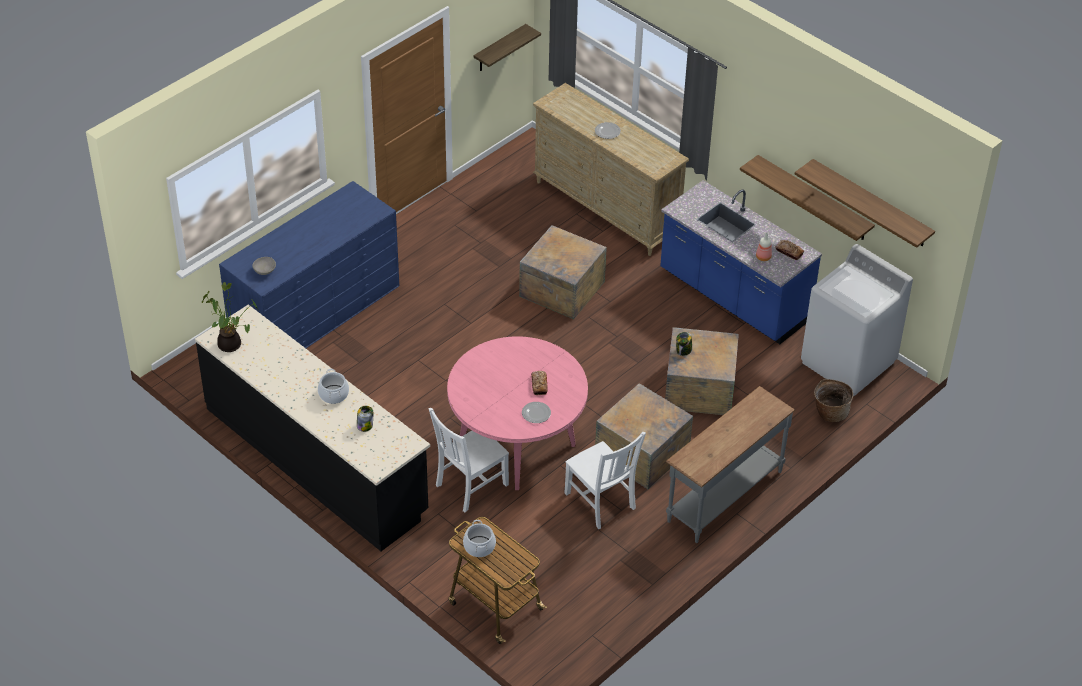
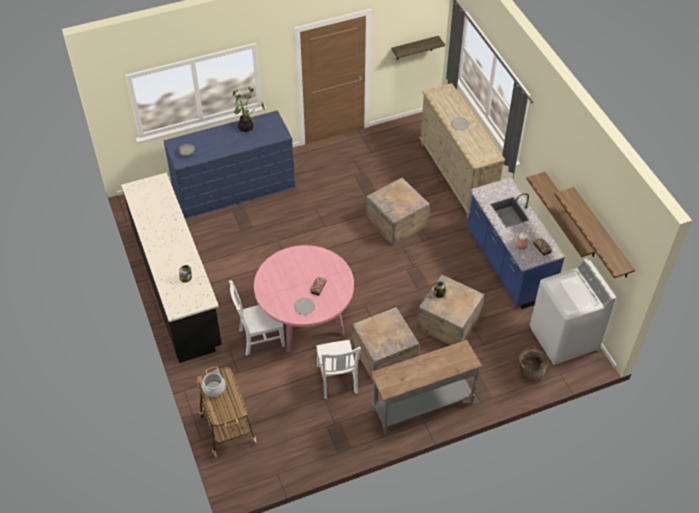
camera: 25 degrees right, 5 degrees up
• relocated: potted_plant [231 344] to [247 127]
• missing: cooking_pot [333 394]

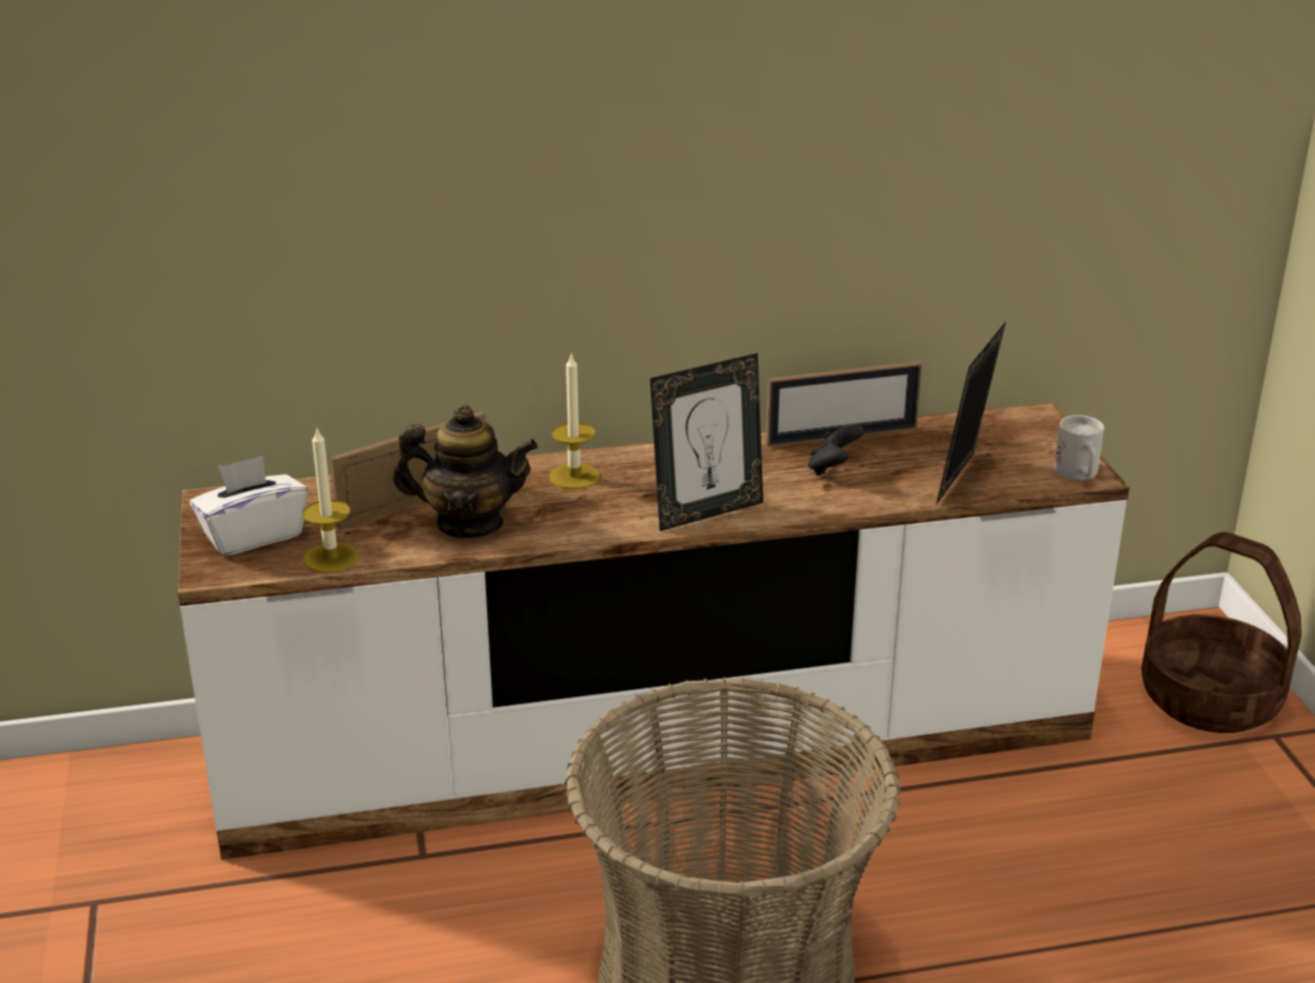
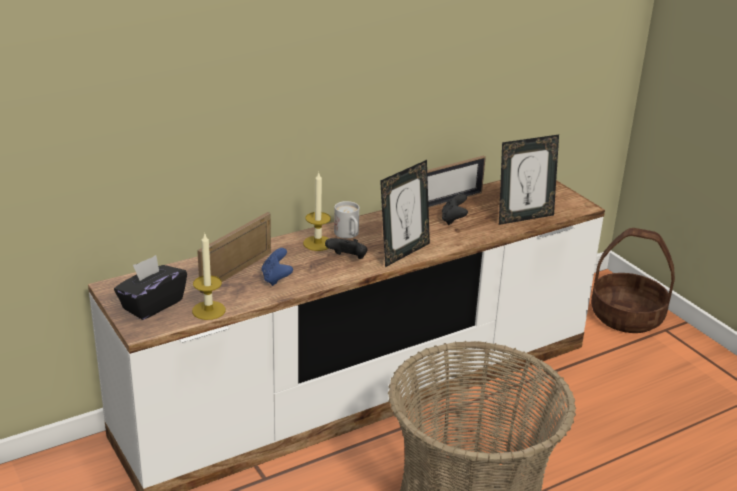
camera: 20 degrees left, 0 degrees up
• spun: picture_frame [964 481] = [524 217] 120 degrees counterclockwise
• exchanged: teapot [469 524] to blue_game_controller [276 278]
• relocated: white_mug [1079 474] to [348 235]
• colour: white_tissue_box [253 535] to black_tissue_box [152 304]
• appeared: black_game_controller [347 259]

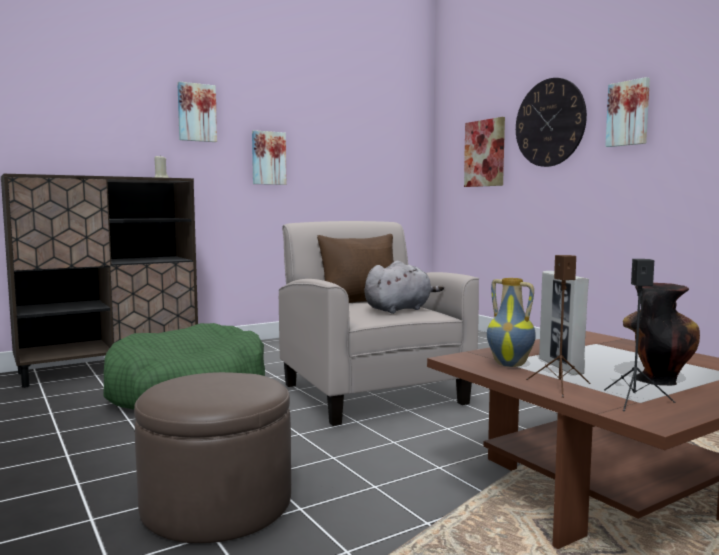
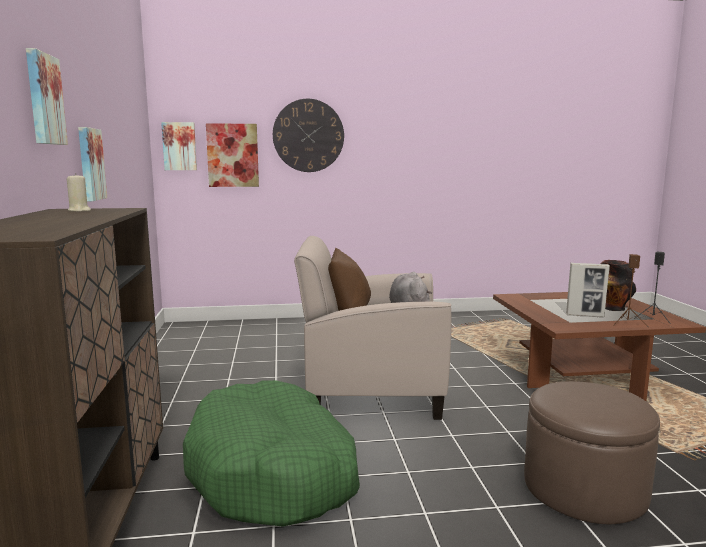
camera: 65 degrees left, 5 degrees up
• relocated: picture [628 113] to [179 146]
• missing: vase [510 364]

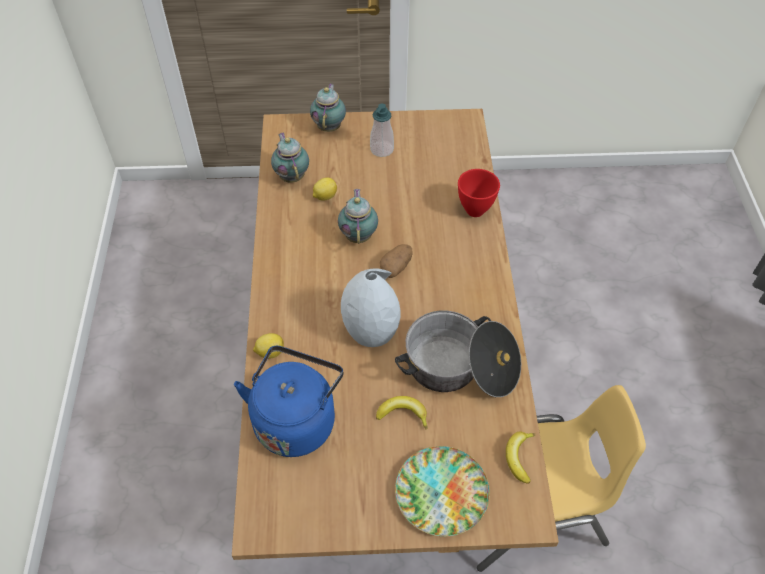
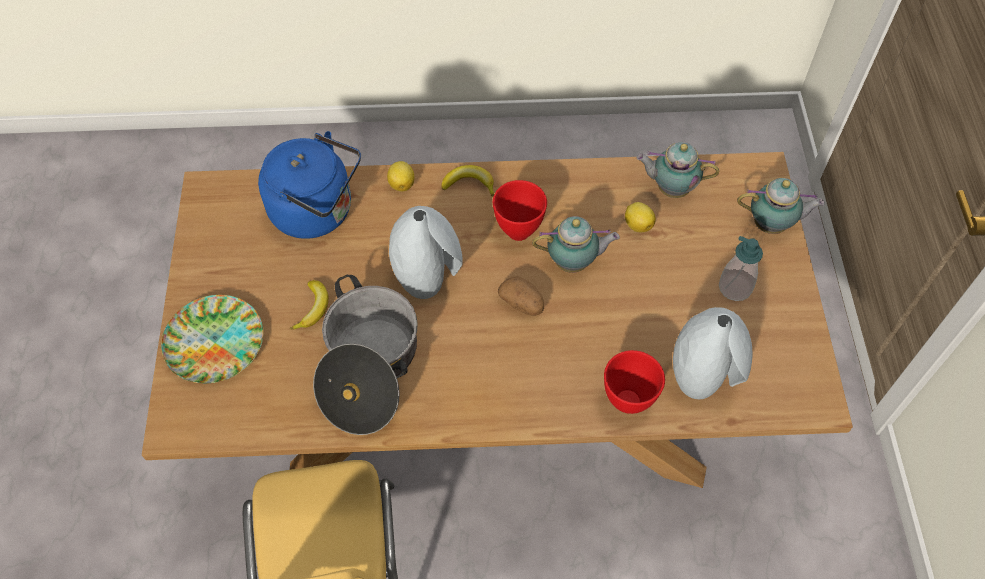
camera: 90 degrees right, 5 degrees up
• spun: teapot [292 176] = [670 188] 150 degrees counterclockwise
• relocated: banana [519 457] to [469 184]
• appeared: red_bowl [520 231]
• appeared: grey_vase [704 376]

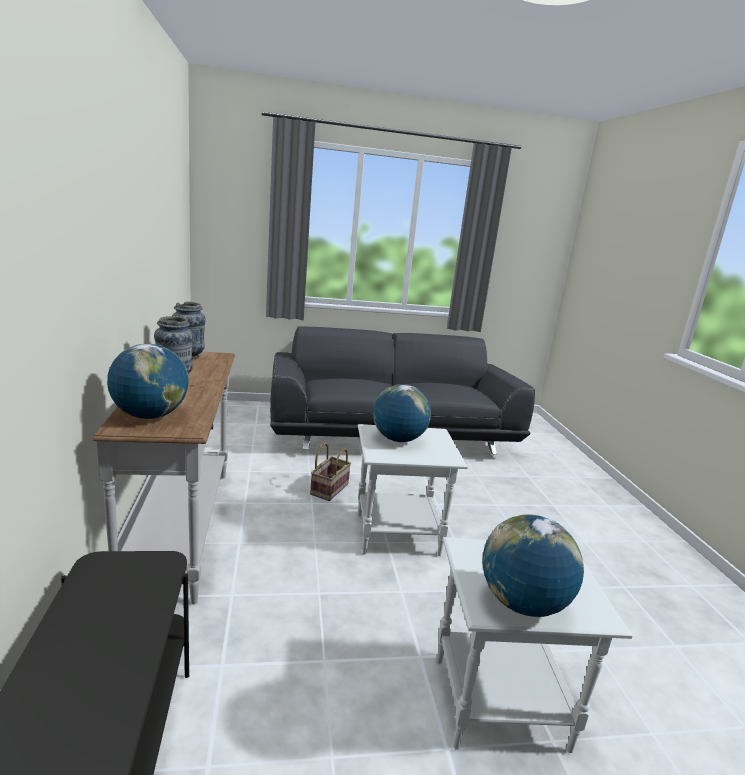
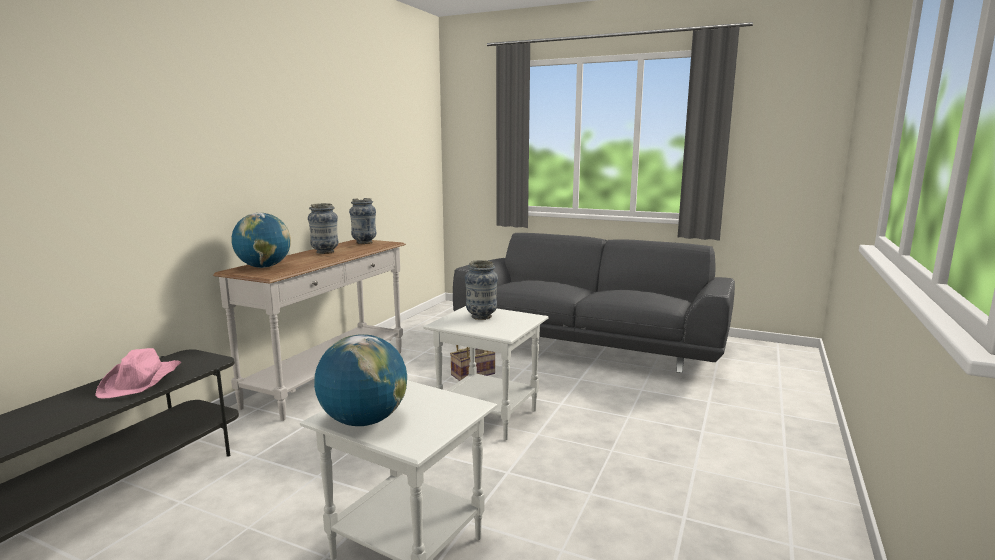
camera: 35 degrees right, 5 degrees down
• exchanged: globe [398 439] to vase [481 317]
• appeared: pink_hat [142 381]

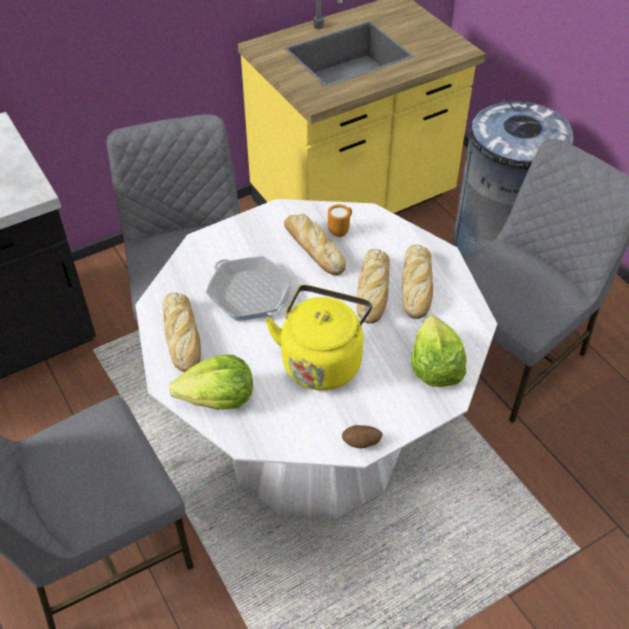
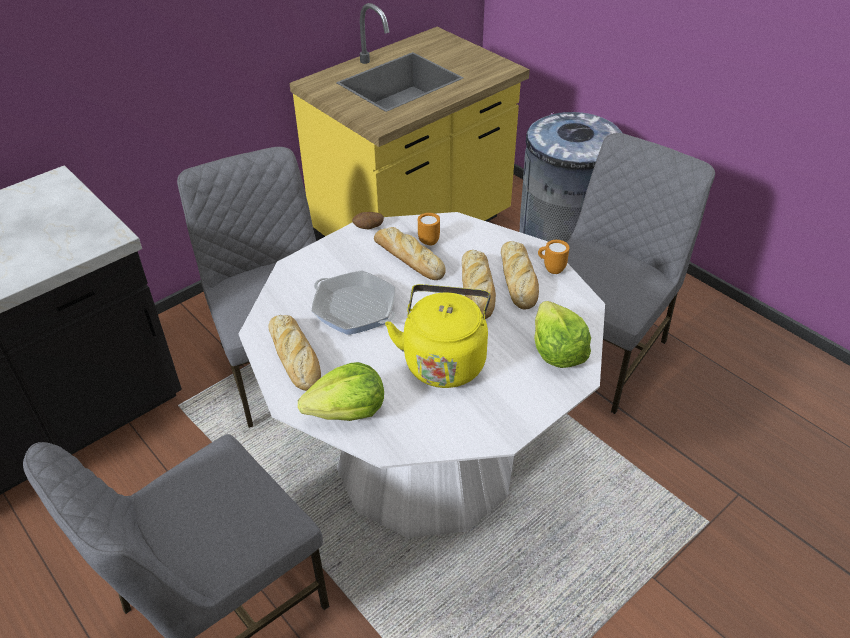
camera: 10 degrees left, 5 degrees down
• relocated: potato [361 443] to [368 228]
• appeared: orange_mug [551 269]

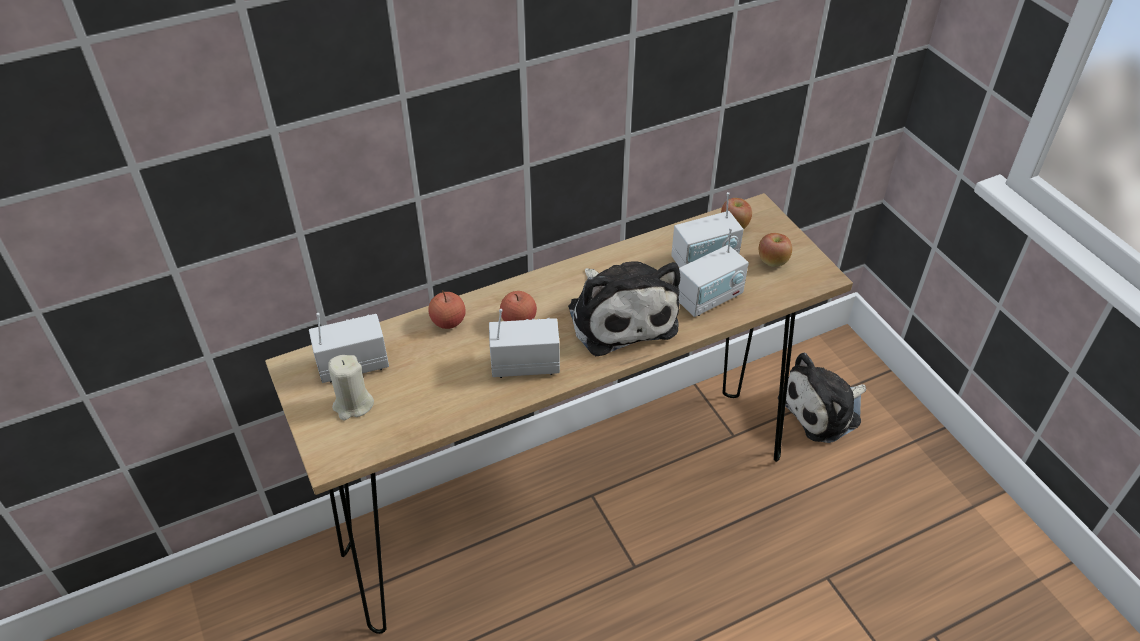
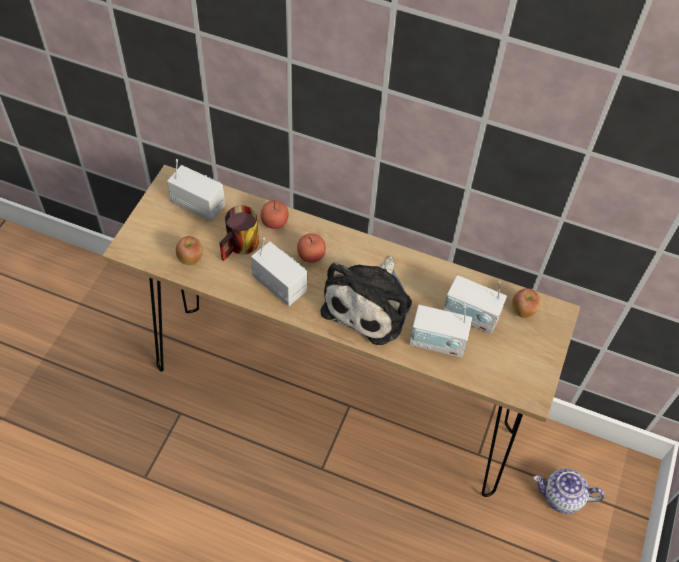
camera: 45 degrees right, 10 degrees up
• relocated: apple [772 261] to [191 258]
• exchanged: plush_toy [824 410] to teapot [561 497]
• missing: beige_candle [353 404]
• appeared: mug [241 247]

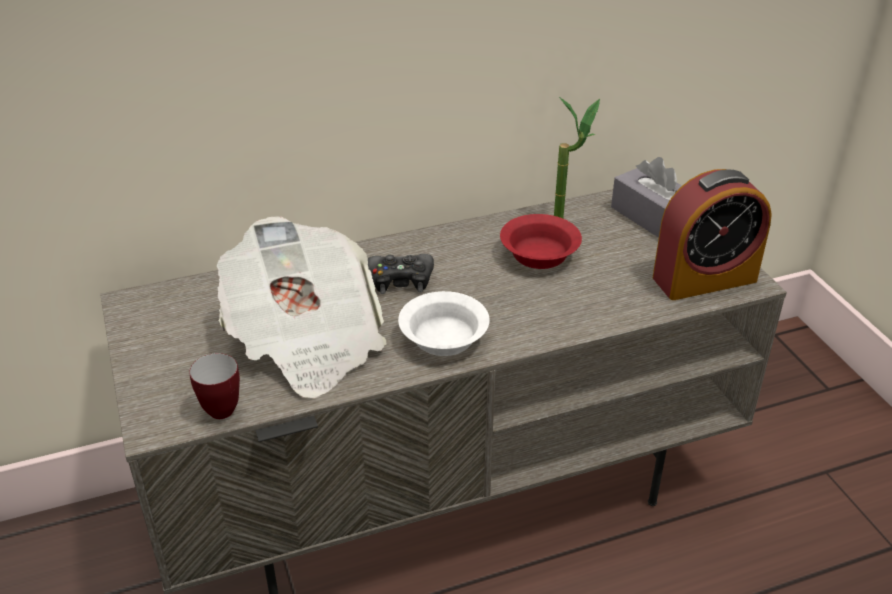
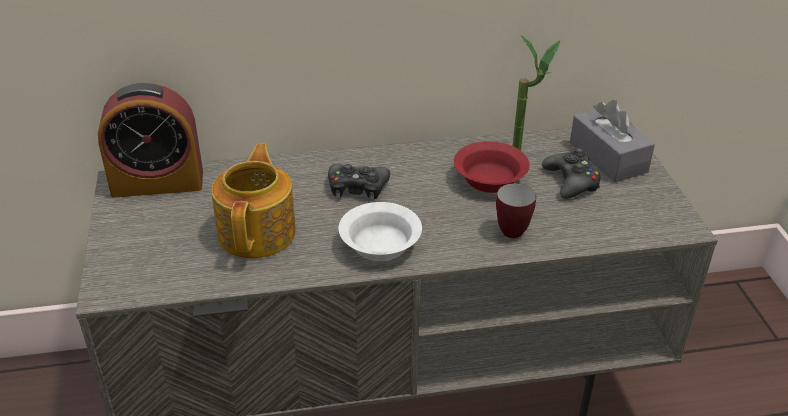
camera: 10 degrees right, 0 degrees up
• relocated: alarm_clock [704 279] to [157 183]
• exchanged: newspaper [306 340] to teapot [258 232]
• relocated: mug [221 406] to [511 229]
• appeared: black_game_controller [571 182]

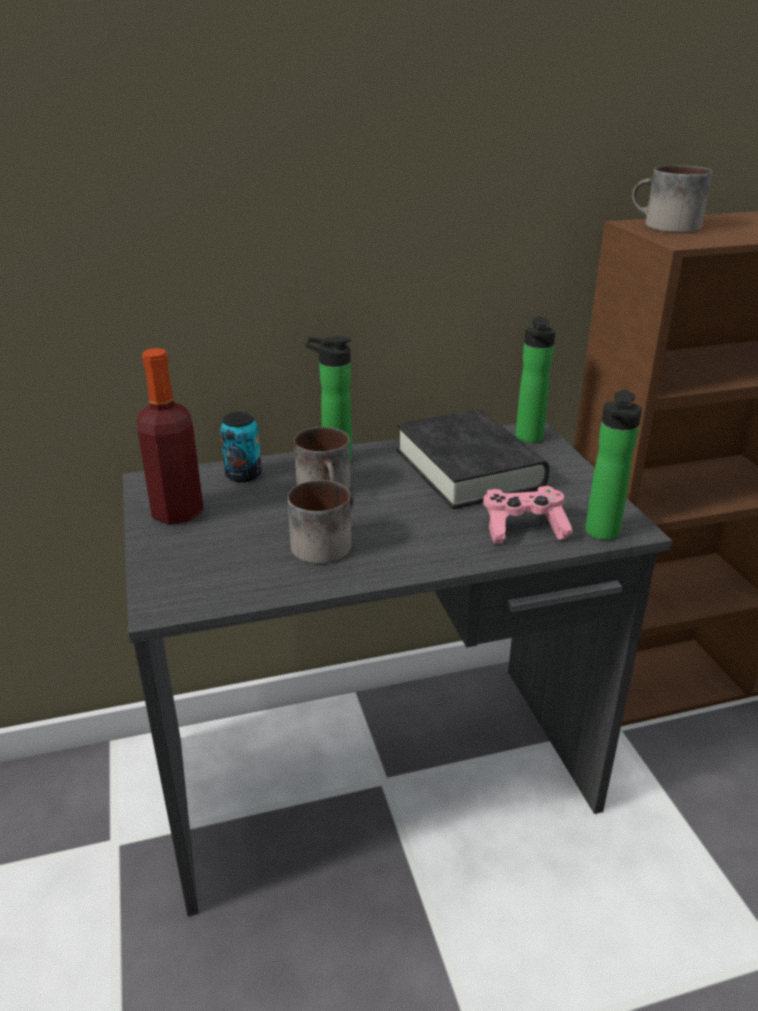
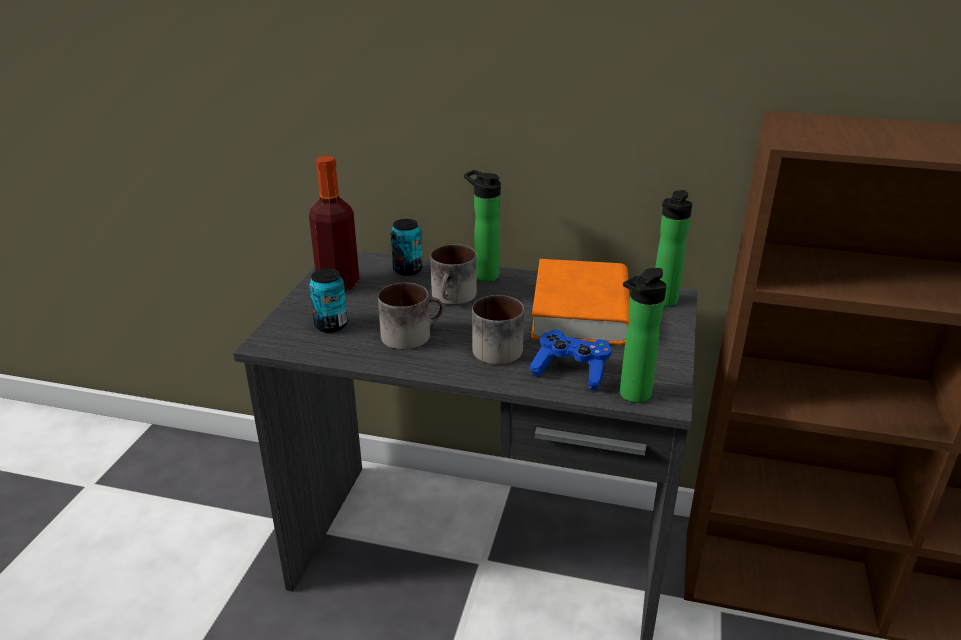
camera: 30 degrees right, 0 degrees up
• relocated: mug [664 226] to [491 348]
• colour: black_book [468 469] to orange_book [581 312]
• colour: pink_game_controller [523 528] to blue_game_controller [571 371]
• appeared: can [331 325]

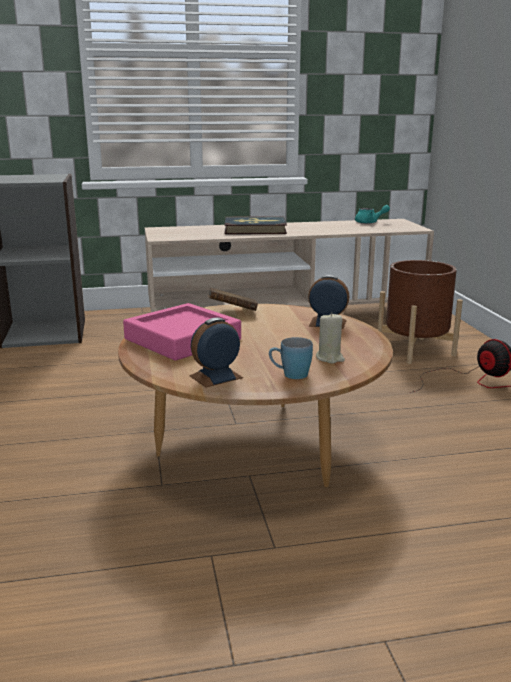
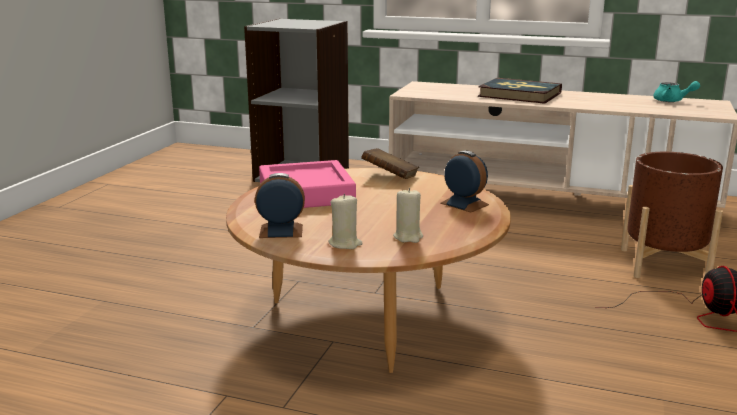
camera: 30 degrees right, 0 degrees up
• exchanged: blue_mug [290 375] to beige_candle [345 244]

